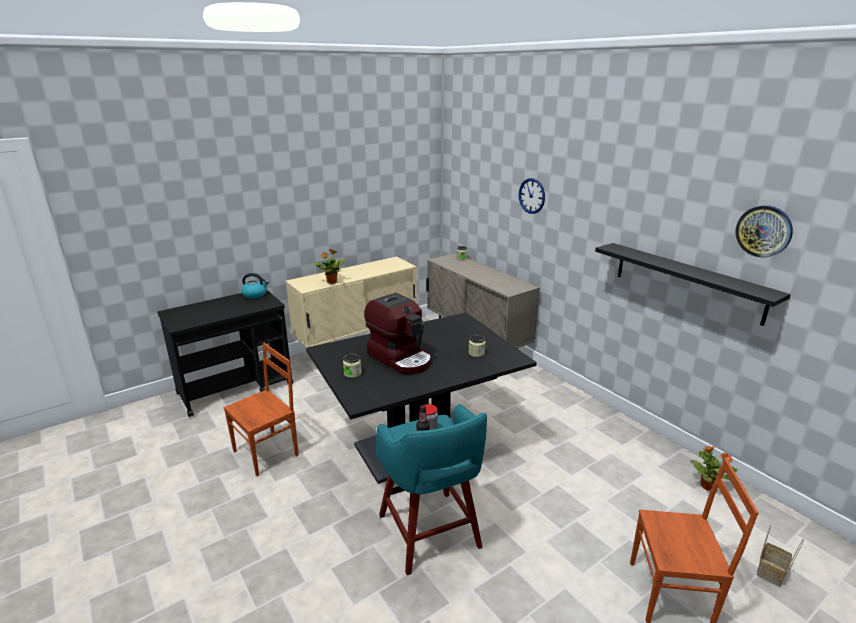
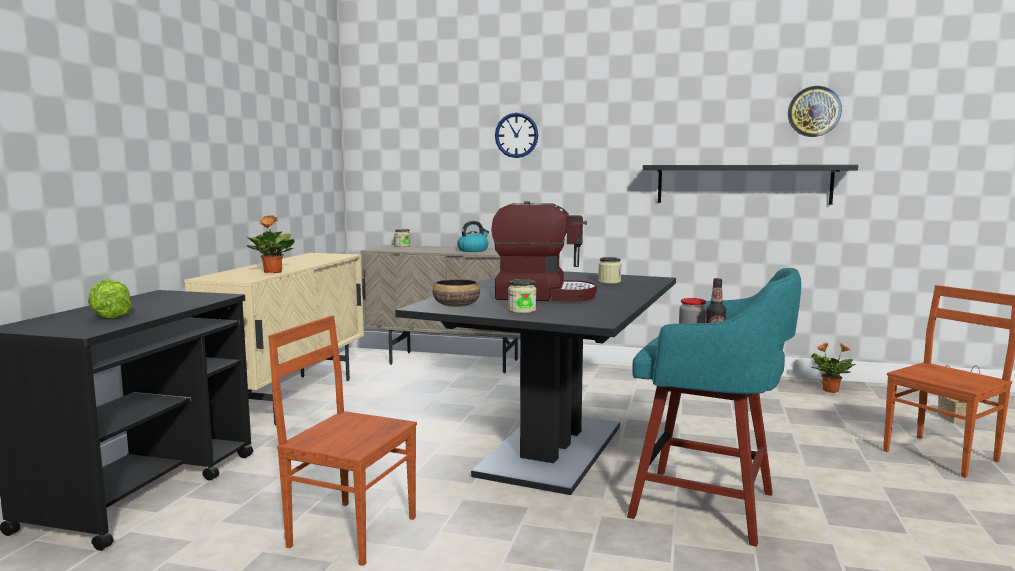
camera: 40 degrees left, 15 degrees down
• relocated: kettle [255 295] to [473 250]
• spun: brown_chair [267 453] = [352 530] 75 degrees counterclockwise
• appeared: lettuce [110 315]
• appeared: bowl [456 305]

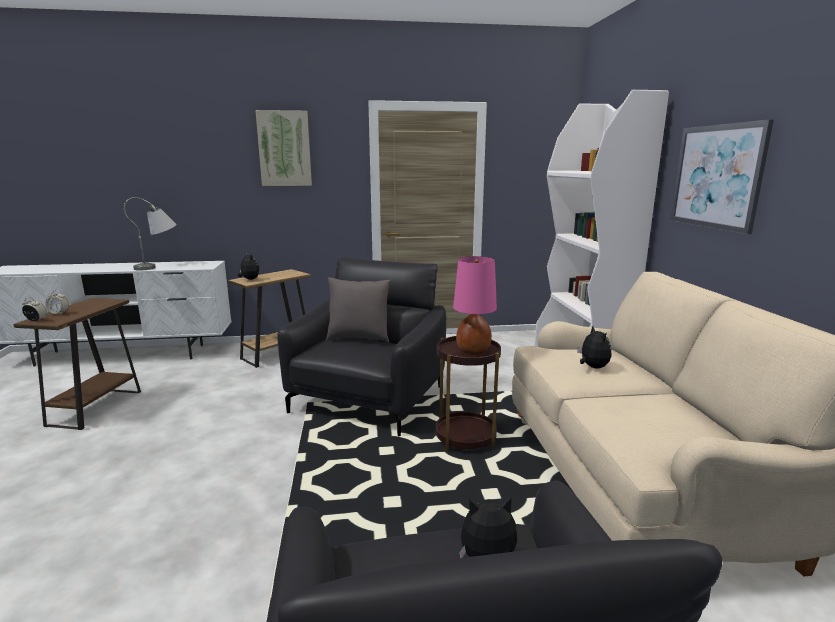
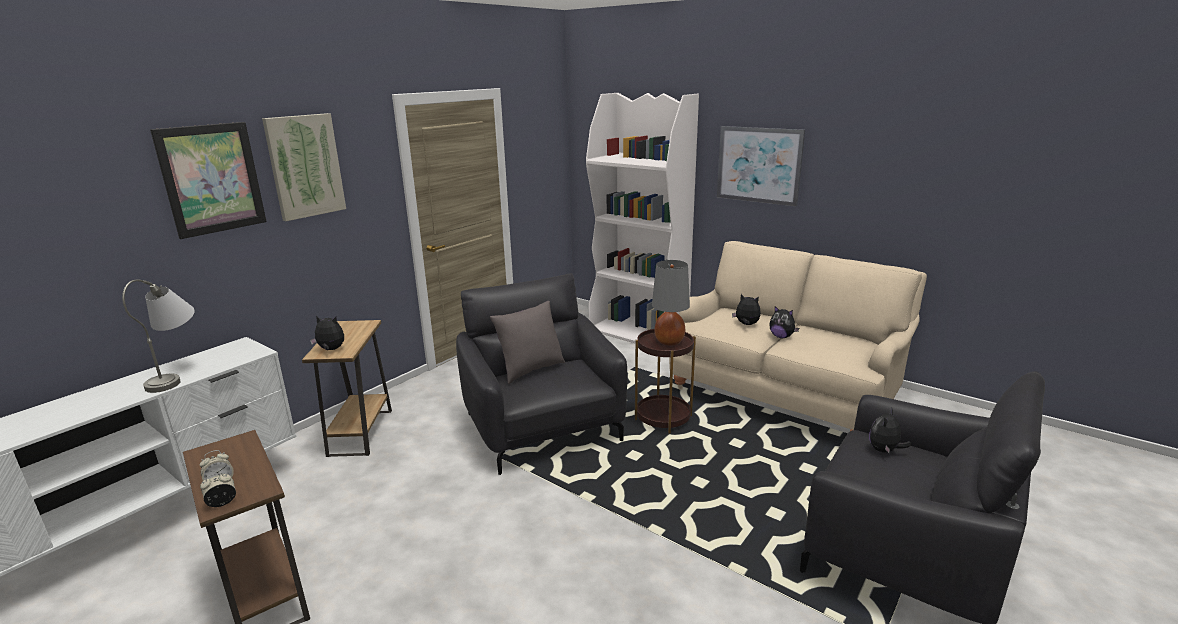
camera: 45 degrees left, 5 degrees up
• colour: pink_table_lamp [473 350] to grey_table_lamp [669 341]
• appeared: picture [212 179]
• appeared: plush_toy [781 336]

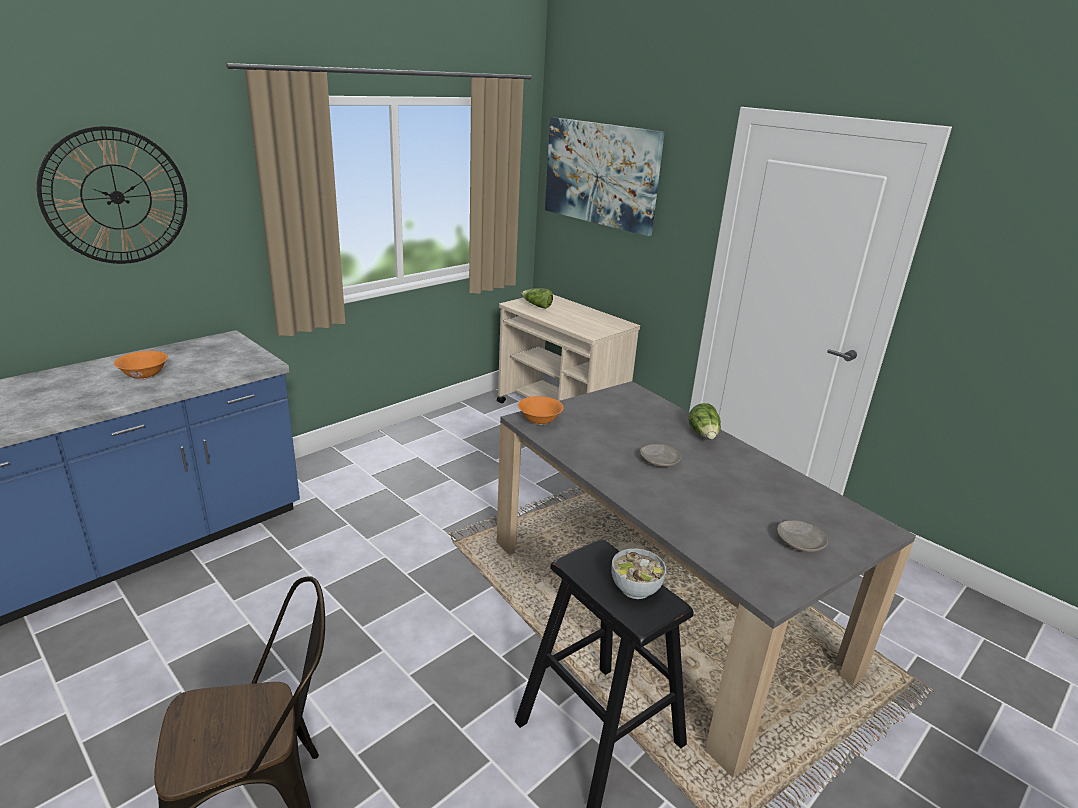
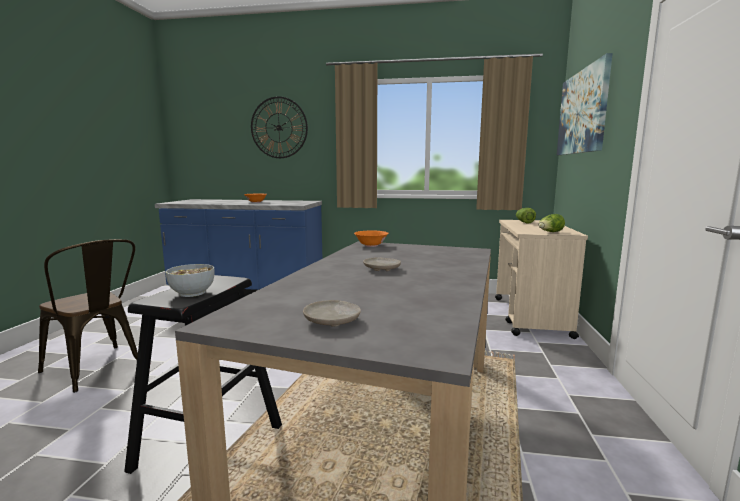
camera: 55 degrees right, 15 degrees down
• relocated: lettuce [704 435] to [550 232]

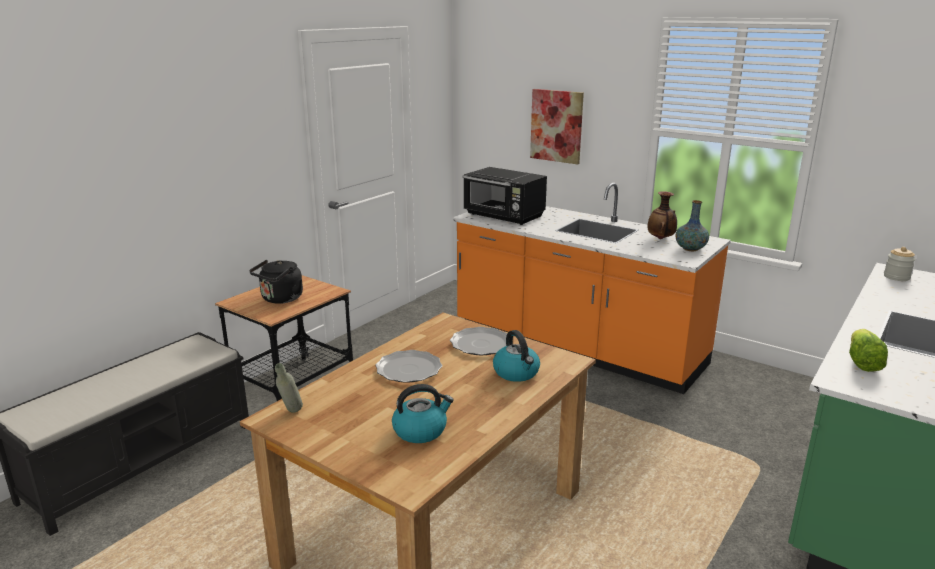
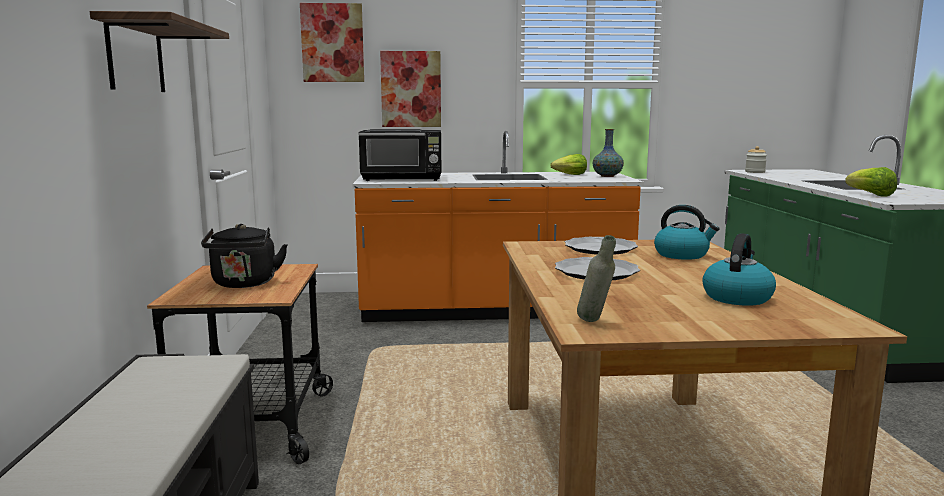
camera: 40 degrees left, 10 degrees down
• exchanged: vase [661 238] to lettuce [570 175]
• appeared: picture [332 43]
• appeared: shelf [135 57]

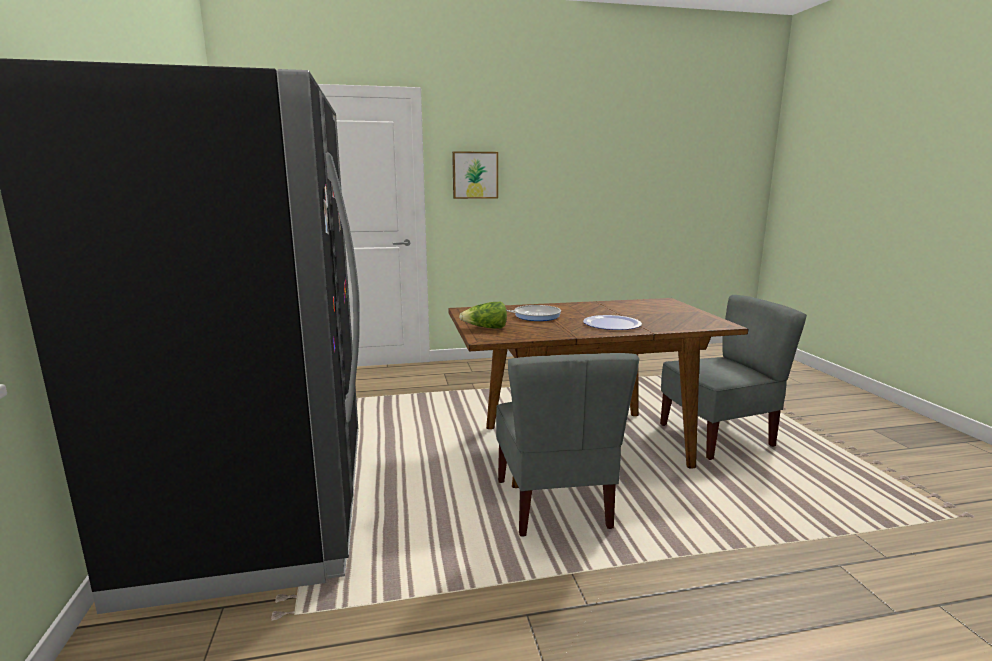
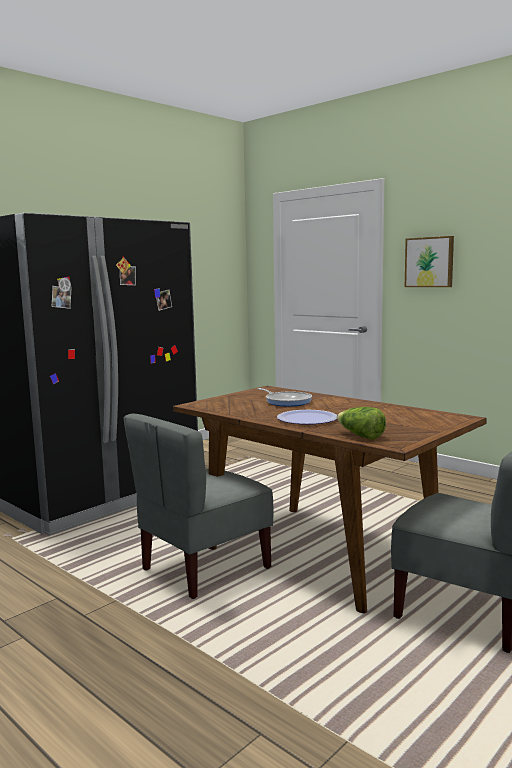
camera: 55 degrees right, 5 degrees down
• relocated: lettuce [486 328] to [360 436]

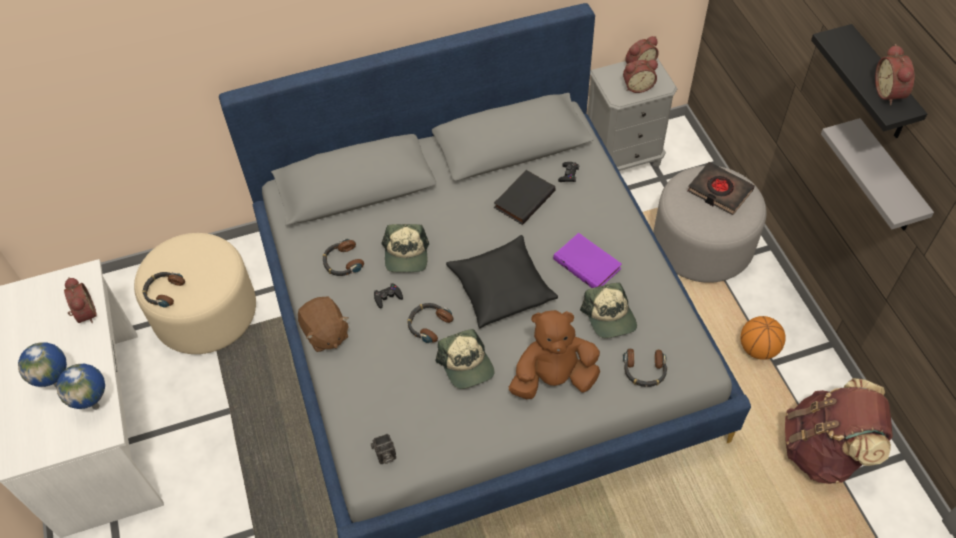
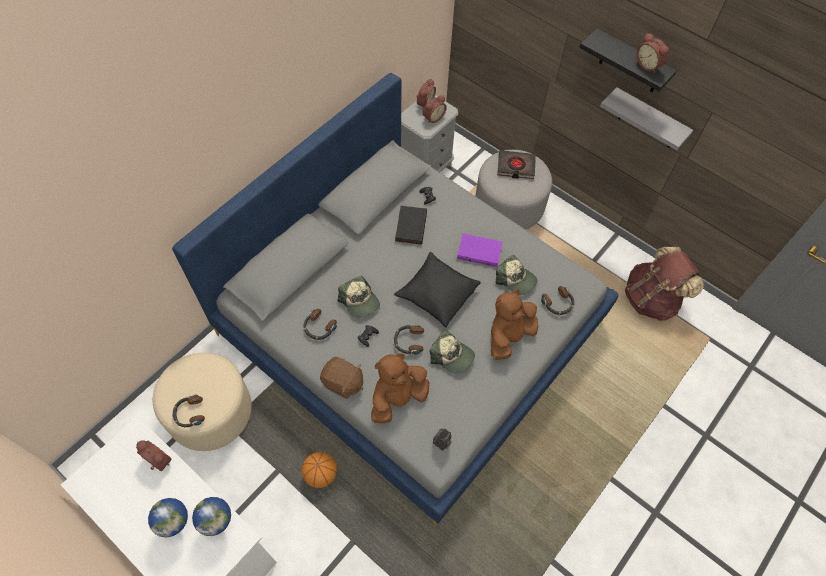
camera: 35 degrees left, 5 degrees up
• relocated: basketball [758 349] to [321 474]
• appeared: brown_plush_toy [398 398]

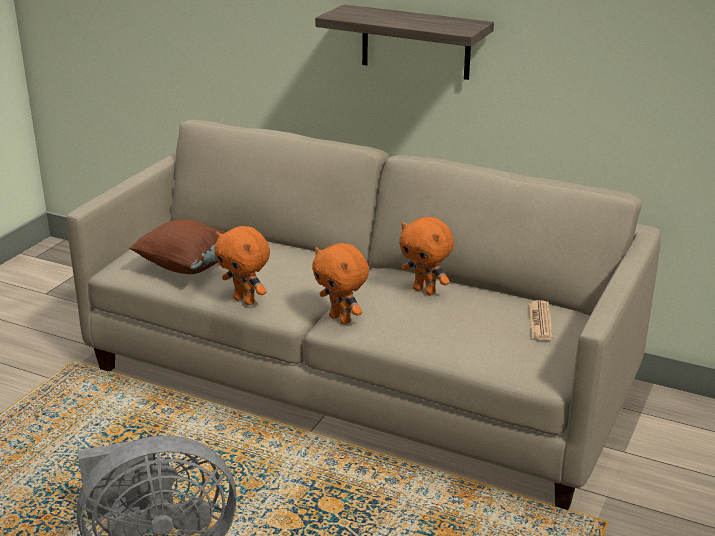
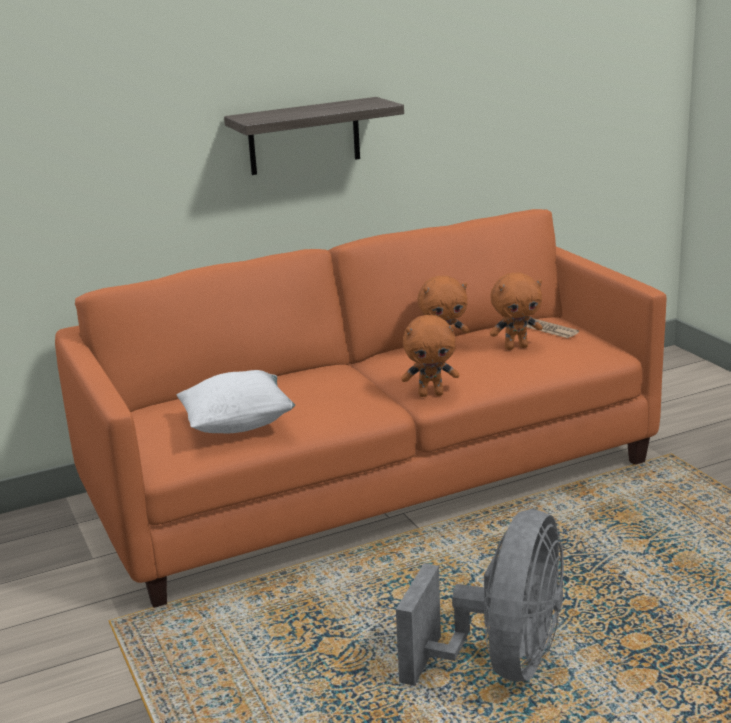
camera: 50 degrees left, 5 degrees down
• colour: beige_sofa [359 378] to orange_sofa [372 480]
• colour: brown_pillow [189 266] to white_pillow [238 425]
• relocated: orange_plush_toy [245 300] to [516 347]

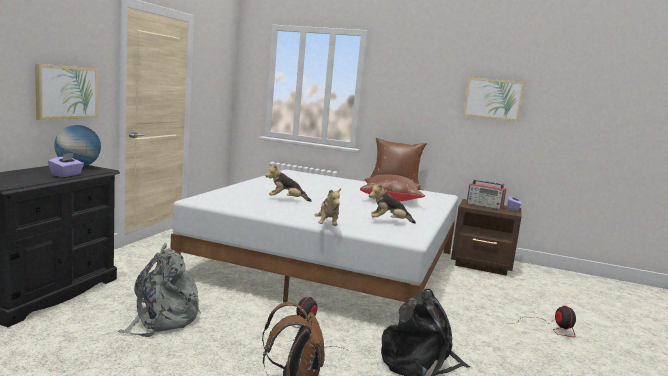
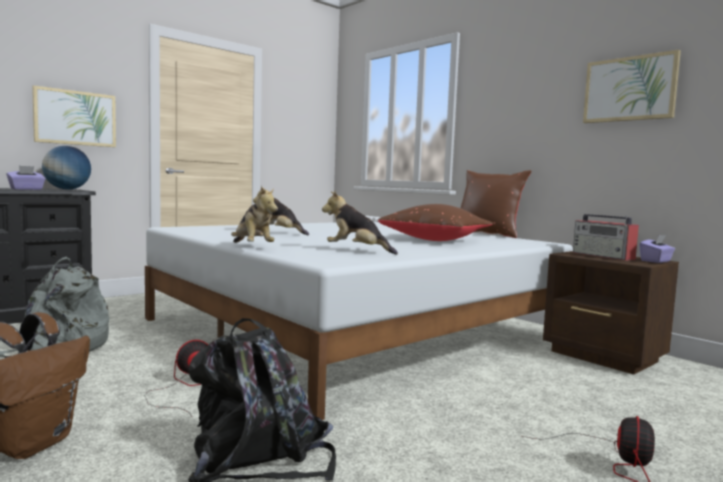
camera: 30 degrees right, 5 degrees down
• spun: plush_toy [327 225] = [252 247] 60 degrees counterclockwise

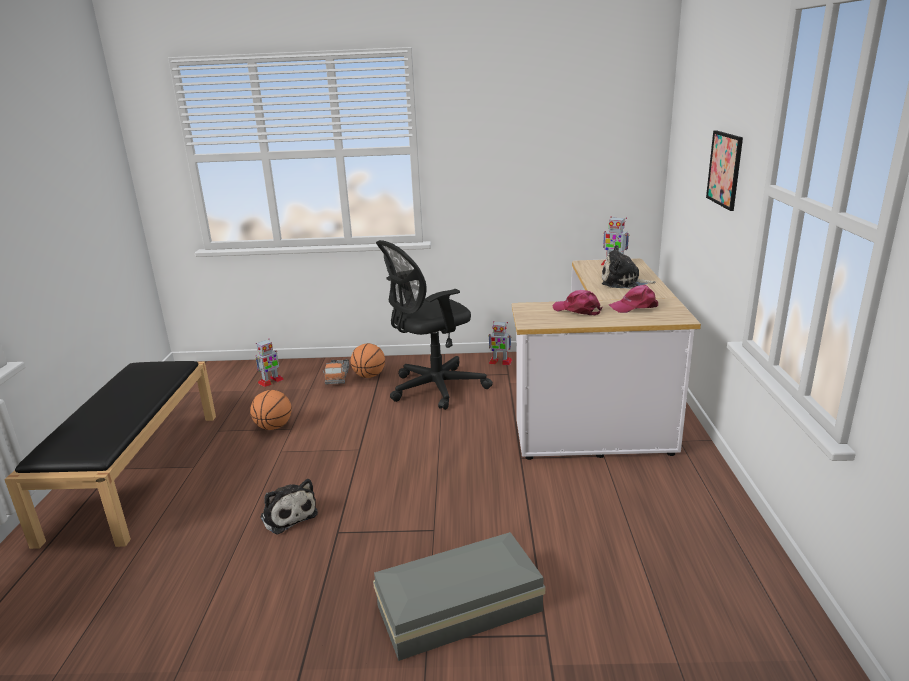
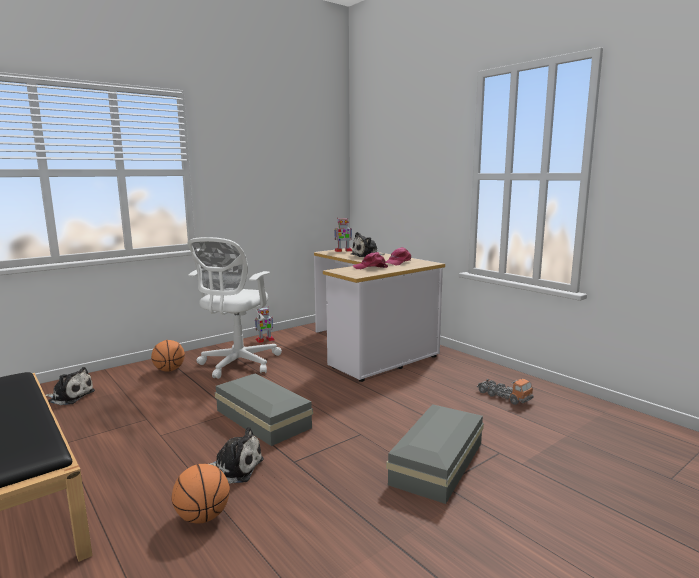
camera: 40 degrees left, 10 degrees down
• missing: picture [724 169]
• colour: black_office_chair [433 388] to white_office_chair [237 364]
• exchanged: toy_robot [270 381] to plush_toy [70 396]
• relocated: toy_truck [337 376] to [504 396]
• relocated: basketball [274 427] to [203 517]
• appeared: grey_storage_box [263 418]

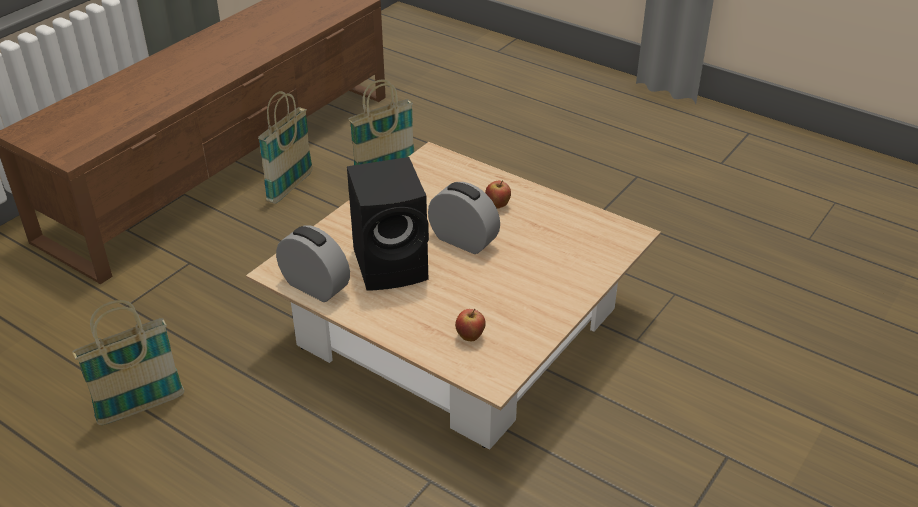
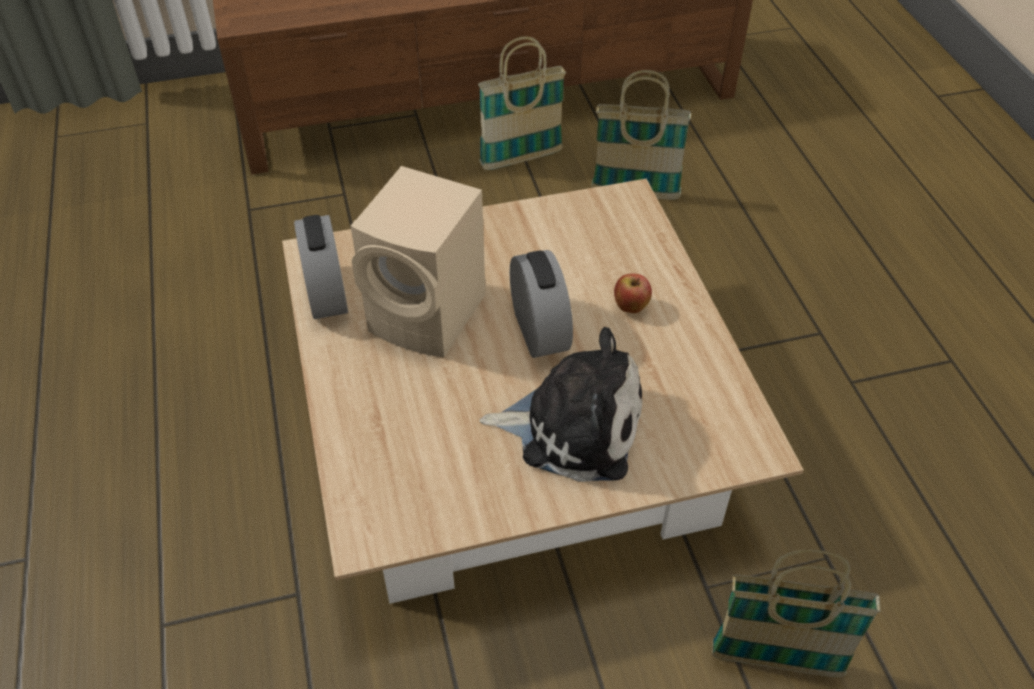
camera: 40 degrees right, 10 degrees up
• colour: black_speaker [393 265] to beige_speaker [430 316]
• relocated: basket [141 408] to [776 661]
• missing: apple [470 337]
• appeared: plush_toy [573 426]

